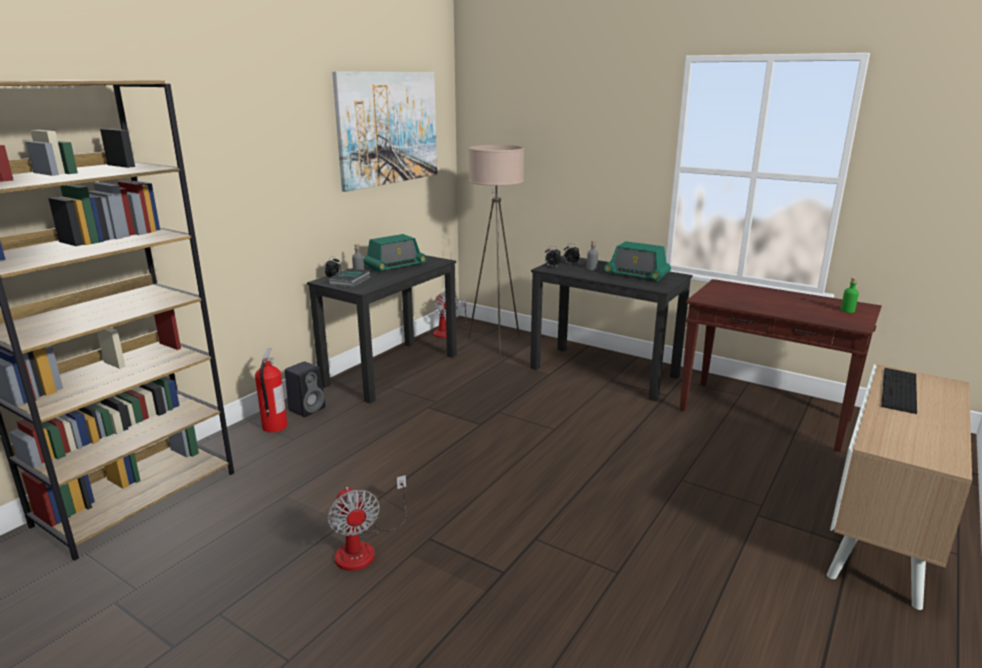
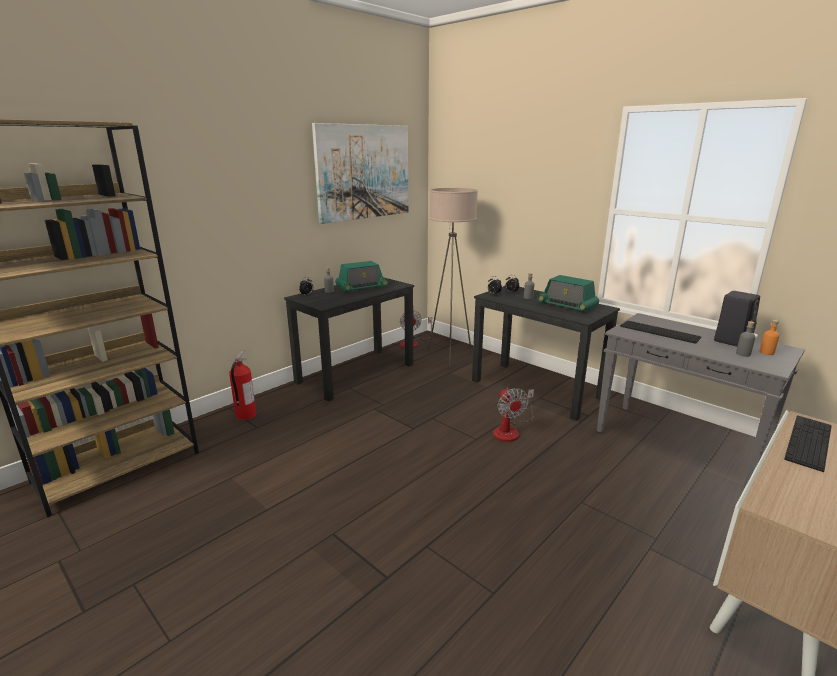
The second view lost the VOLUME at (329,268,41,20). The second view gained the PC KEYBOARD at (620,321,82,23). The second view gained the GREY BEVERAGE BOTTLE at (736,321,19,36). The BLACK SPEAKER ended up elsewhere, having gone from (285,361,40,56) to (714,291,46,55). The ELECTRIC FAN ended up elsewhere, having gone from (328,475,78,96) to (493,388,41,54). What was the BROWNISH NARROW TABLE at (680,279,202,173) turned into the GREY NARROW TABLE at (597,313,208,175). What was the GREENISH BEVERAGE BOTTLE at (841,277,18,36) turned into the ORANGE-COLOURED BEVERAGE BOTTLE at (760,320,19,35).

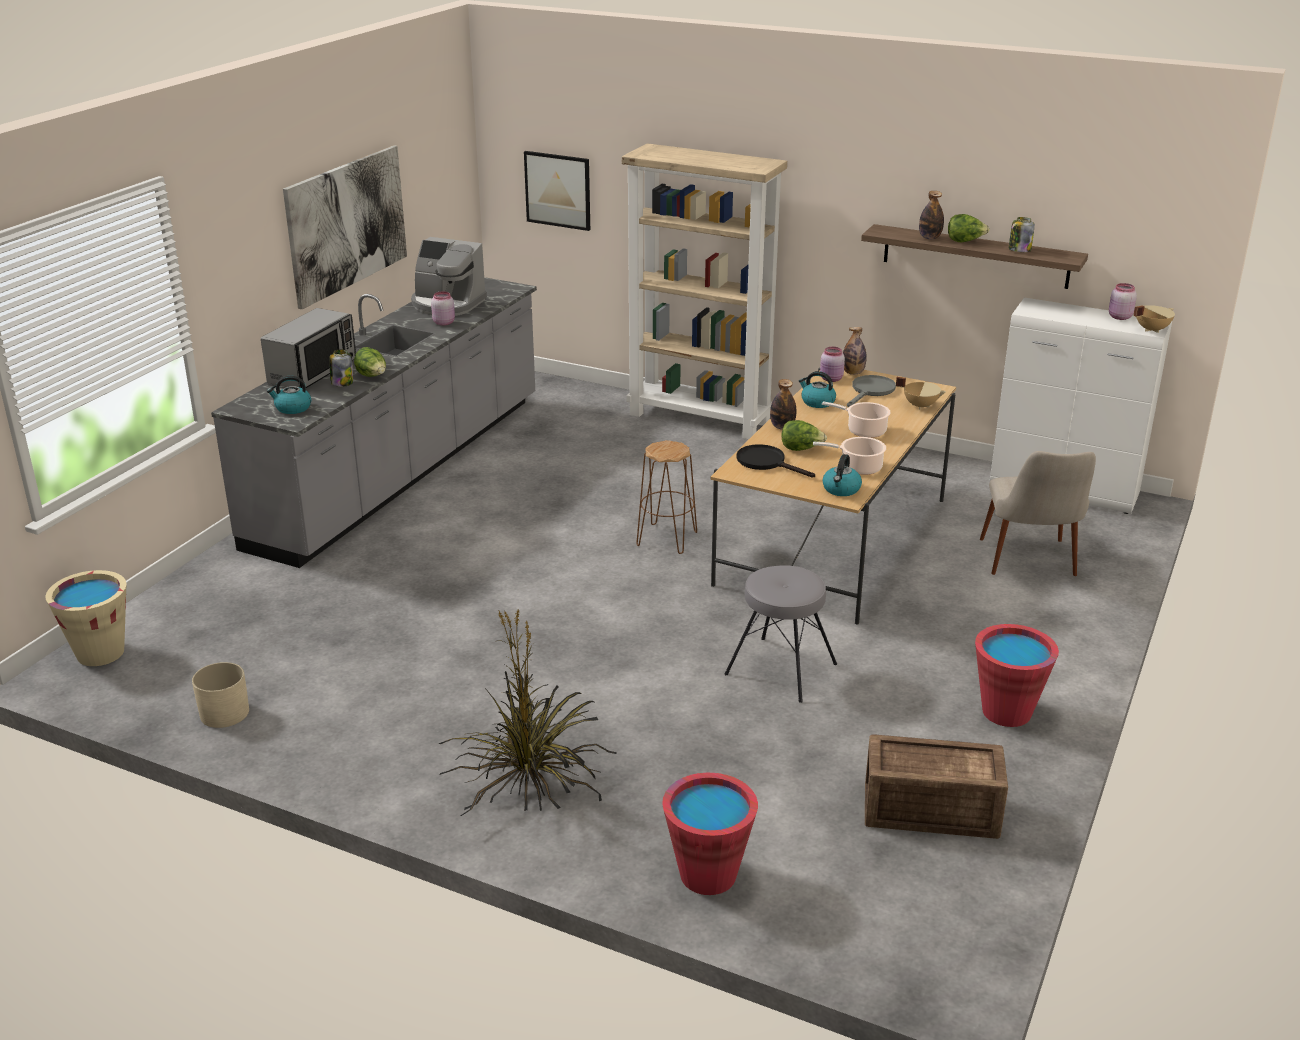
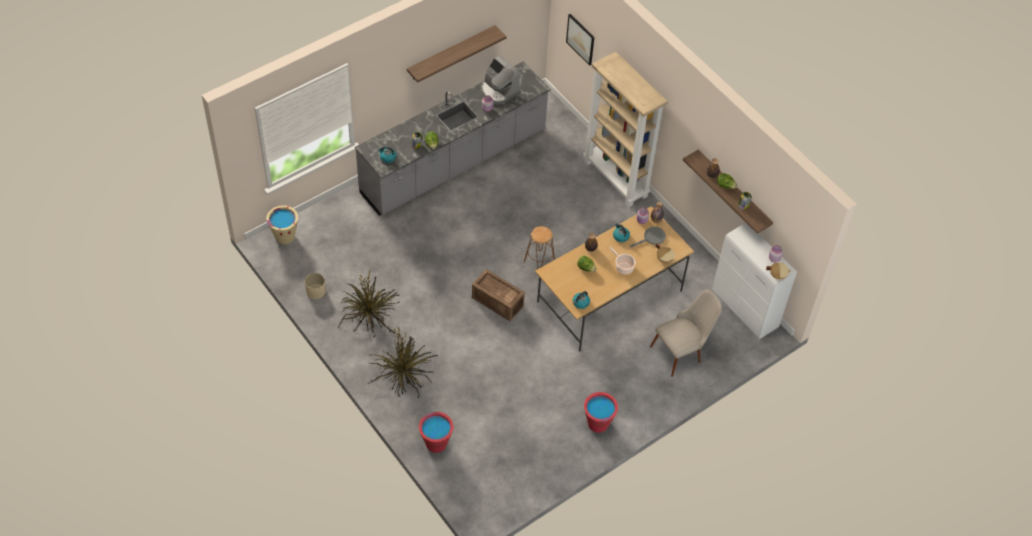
The second view lost the KITCHEN MICROWAVE at (261,308,95,80). The second view lost the GREY SITTING STOOL at (724,565,113,138). The second view lost the BLACK FRYING PAN at (736,444,79,33). The second view lost the SAUCEPOT at (813,437,73,38). The second view gained the POTTED PLANT at (338,271,62,66). The CRATE ended up elsewhere, having gone from (865,734,143,105) to (472,269,53,52). Where the PICTURE hung at (283,145,124,164), the SHELF came to hang at (407,25,100,58). The SAND-COLOURED PLAIN CHAIR at (980,451,116,125) ended up facing another way, 150 degrees counterclockwise from before.

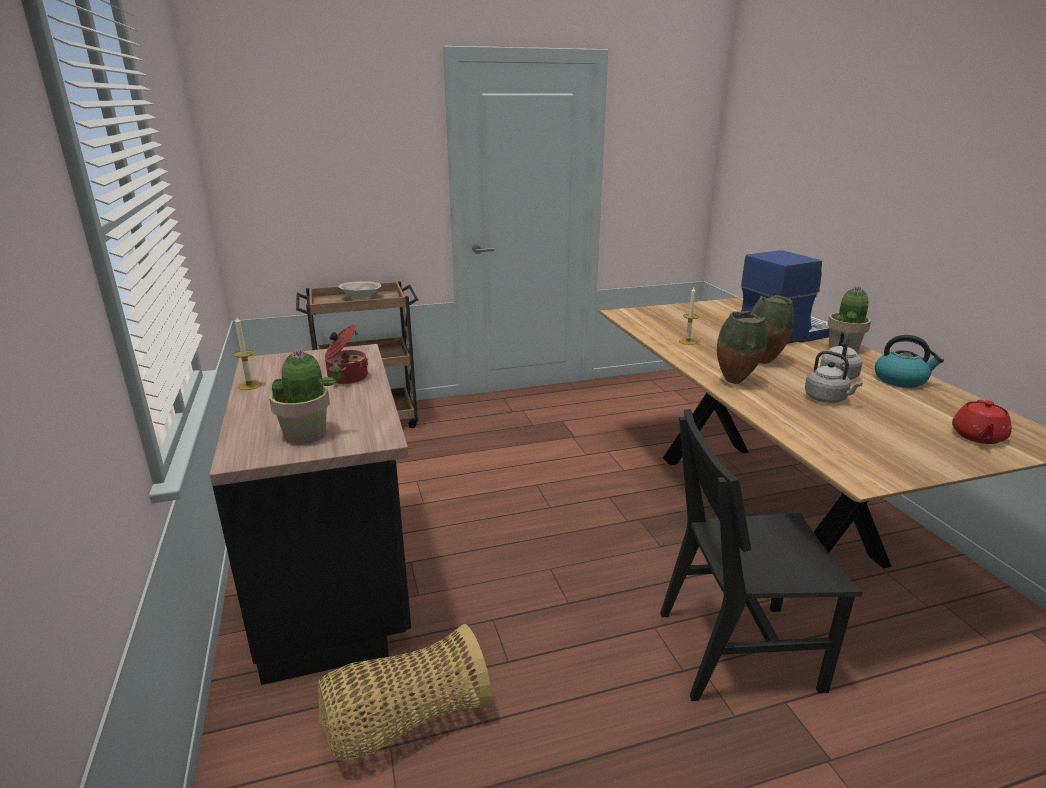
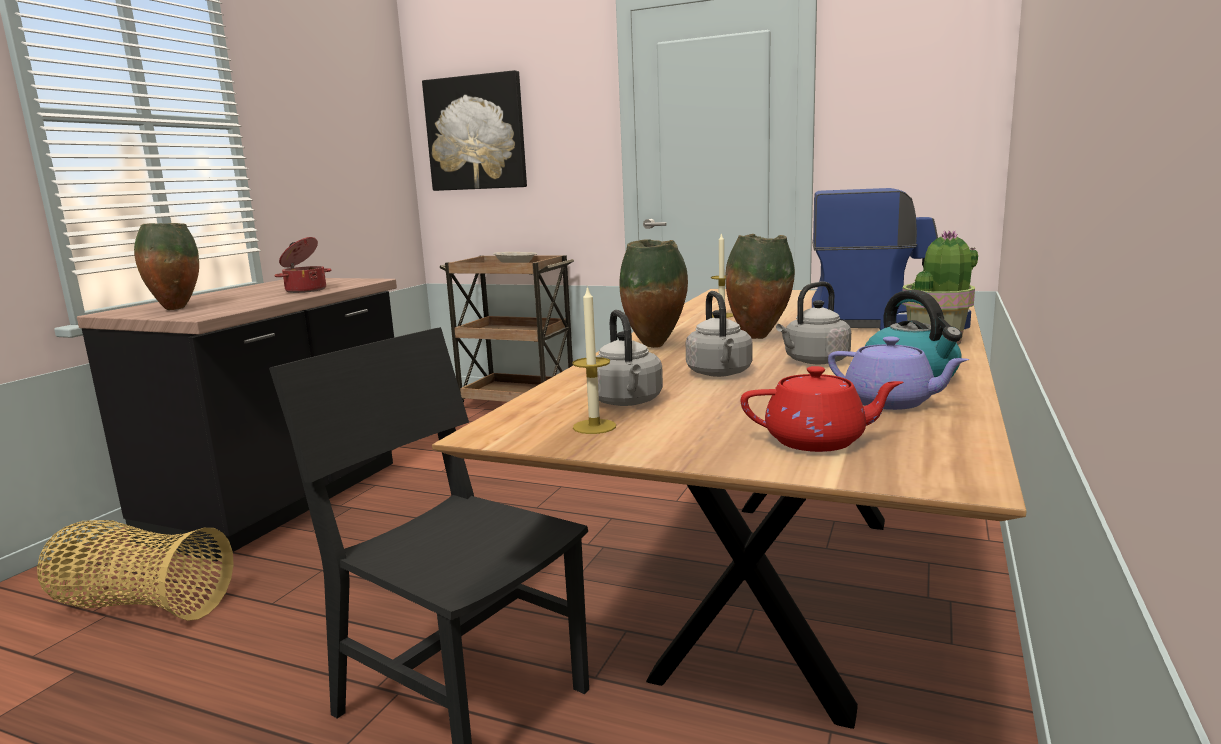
The second view gained the PICTURE at (422,70,105,121). The second view gained the GREY WATER KETTLE at (596,310,67,96). The second view gained the PURPLE-COLOURED POT FOR TEA at (828,336,141,74). The WAX LIGHT ended up elsewhere, having gone from (233,315,29,75) to (572,285,44,149). Where the POTTED PLANT stood at (269,349,72,95), the VASE came to stand at (134,223,65,87). The RED-COLOURED POT FOR TEA at (952,400,60,44) ended up facing another way, 150 degrees counterclockwise from before.

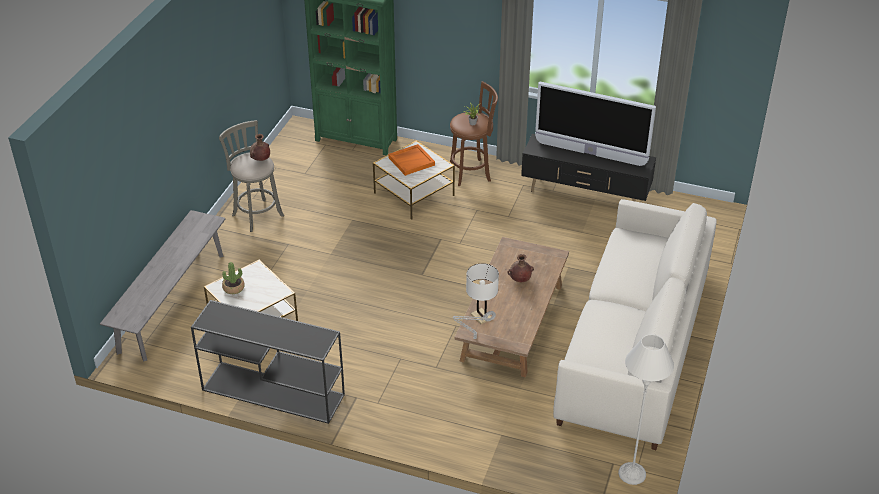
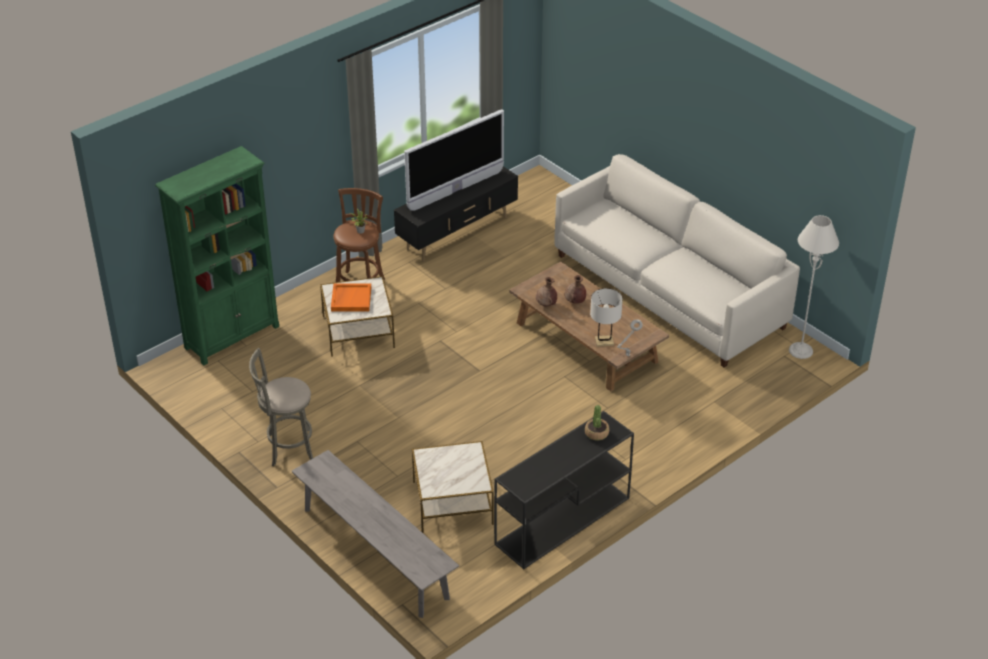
The POTTED PLANT ended up elsewhere, having gone from (222,262,22,32) to (585,405,24,36). The BROWNISH VASE ended up elsewhere, having gone from (250,134,20,27) to (536,277,21,30).

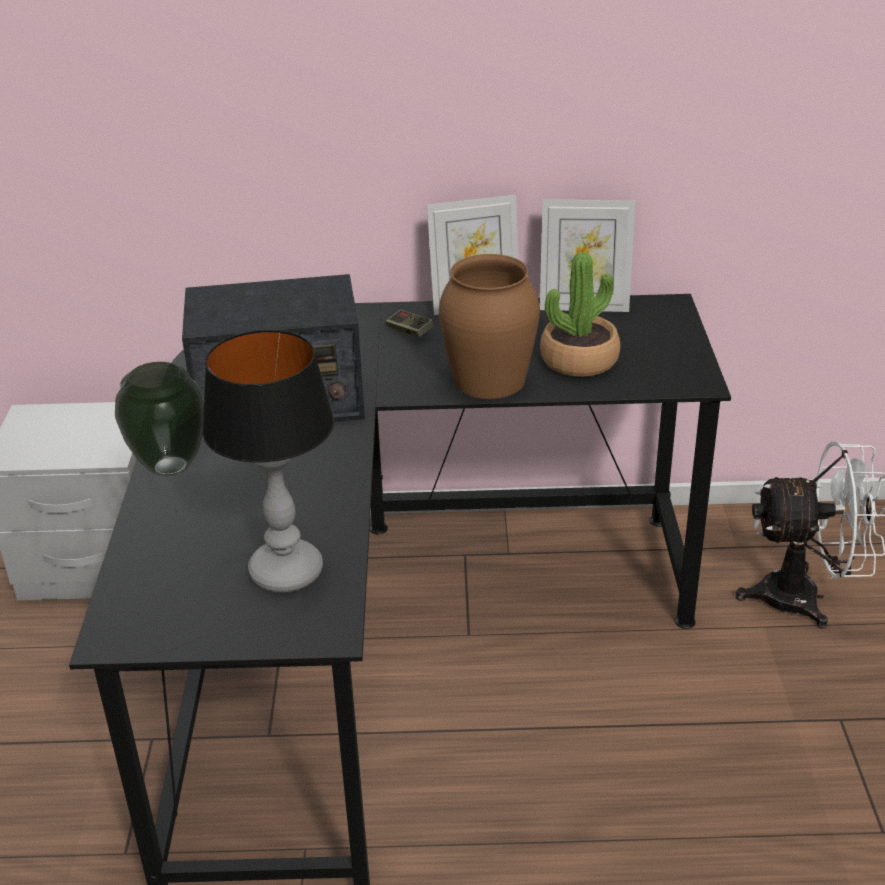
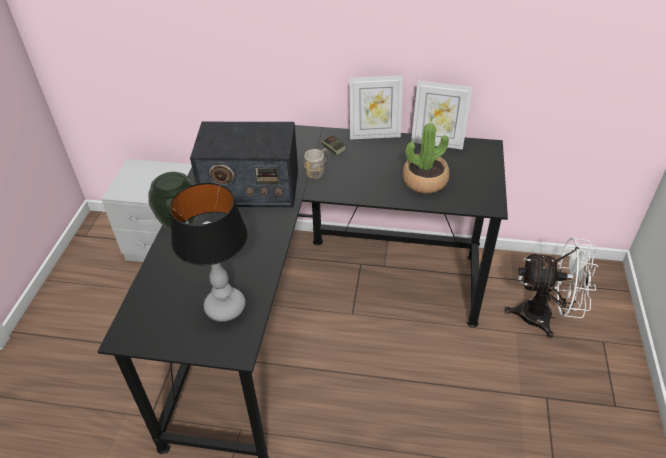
The second view lost the BROWNISH VASE at (439,254,101,145). The second view gained the GREY TEA MUG at (304,148,25,31).

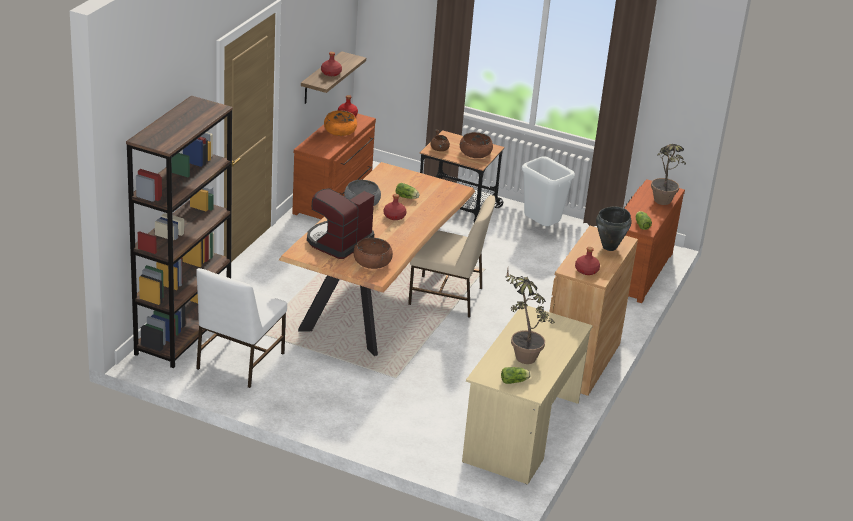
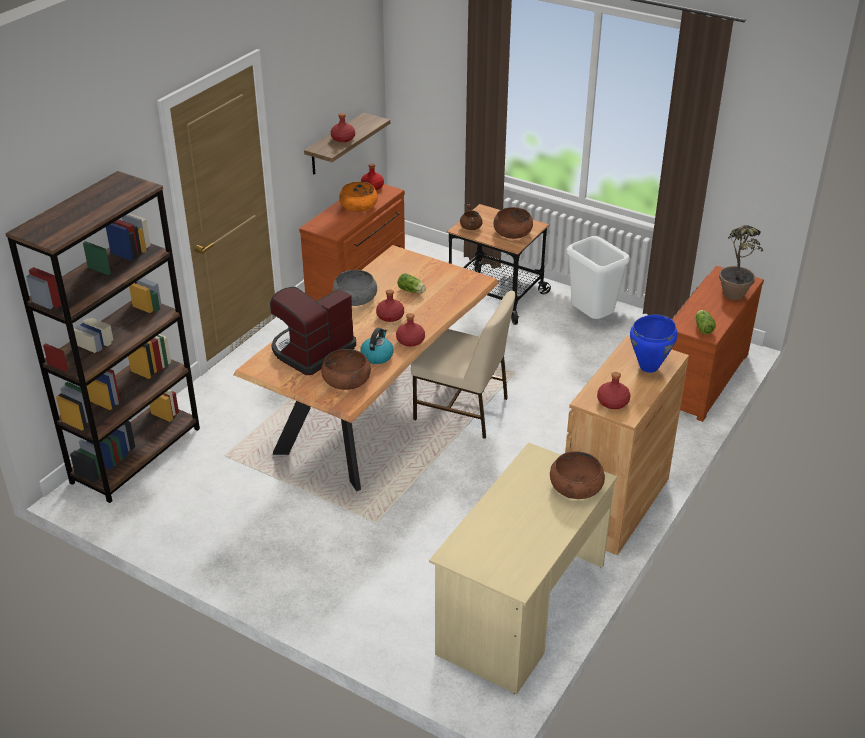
The second view lost the WHITE PLAIN CHAIR at (196,268,91,120). The second view lost the HEAD OF LETTUCE at (501,367,30,17). The second view lost the POTTED PLANT at (505,269,50,95). The second view gained the WATER KETTLE at (360,328,34,36). The second view gained the RED-COLOURED BEVERAGE BOTTLE at (396,313,29,33). The second view gained the BROWNISH SERVING BOWL at (550,451,55,48). What was the BLACK SAUCEPOT at (596,207,36,44) turned into the BLUE SAUCEPOT at (630,315,47,58).

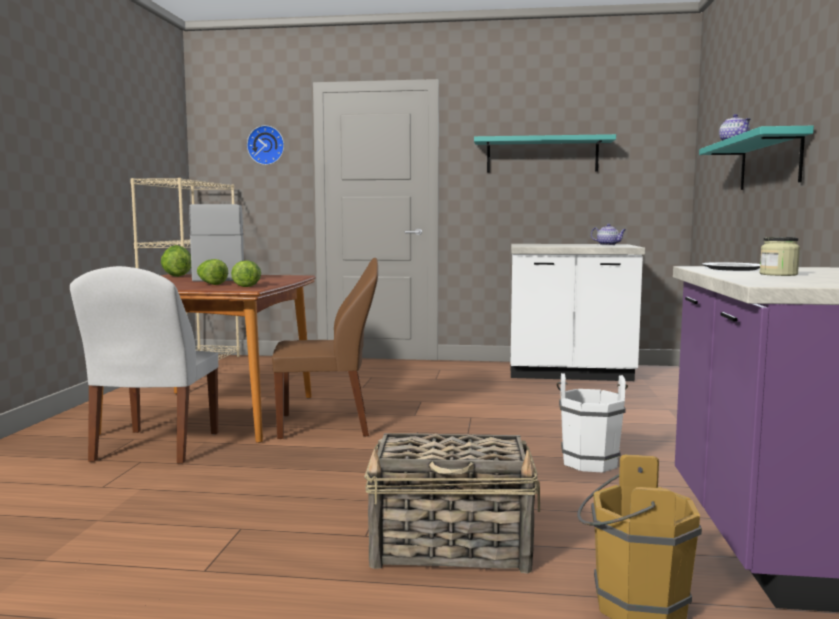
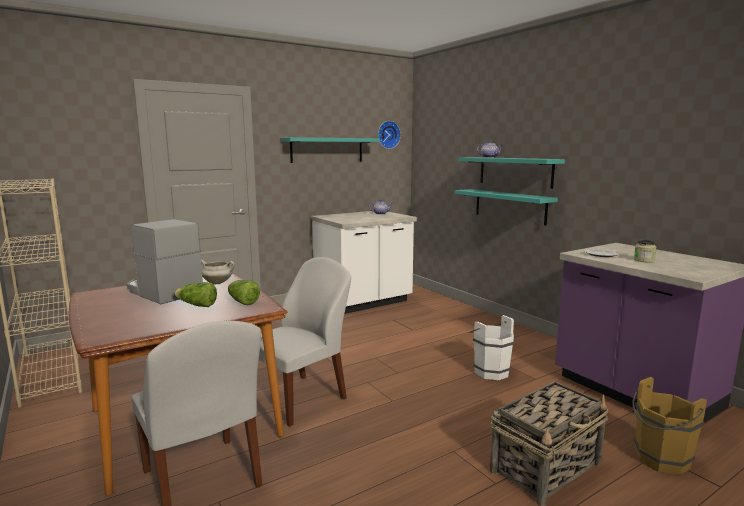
The second view lost the HEAD OF LETTUCE at (161,245,30,32). The second view gained the WHITE SAUCEPOT at (201,259,34,26). The second view gained the TURQUOISE-COLOURED SHELF at (455,189,103,36). The CLOCK ON THE WALL ended up elsewhere, having gone from (247,125,37,40) to (378,121,23,28). What was the BROWNISH PLAIN CHAIR at (272,258,106,181) turned into the WHITE PLAIN CHAIR at (259,257,92,170).

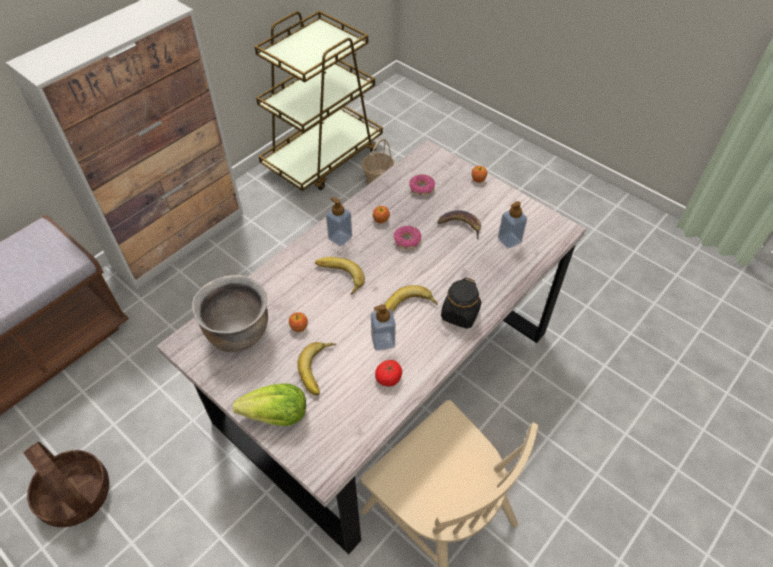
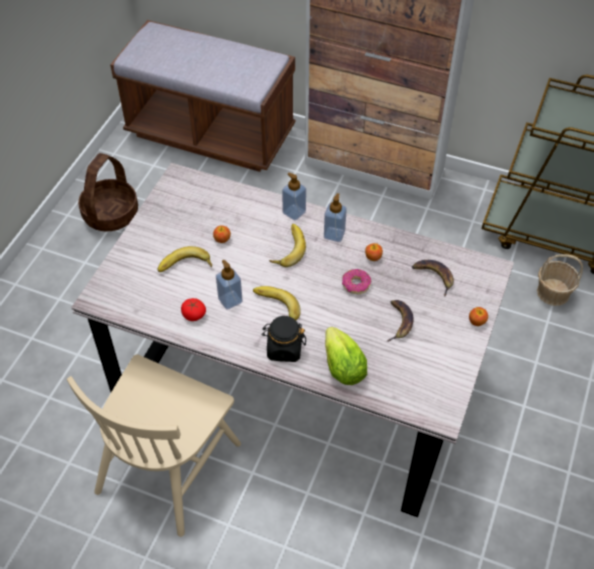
The second view lost the BROWNISH SAUCEPOT at (192,275,76,77). The HEAD OF LETTUCE ended up elsewhere, having gone from (233,383,73,43) to (325,327,42,58). The SOAP BOTTLE ended up elsewhere, having gone from (498,201,29,48) to (282,172,24,49). Where the RING DOUGHNUT stood at (409,174,26,22), the WHOLE BANANA came to stand at (412,260,42,37).

